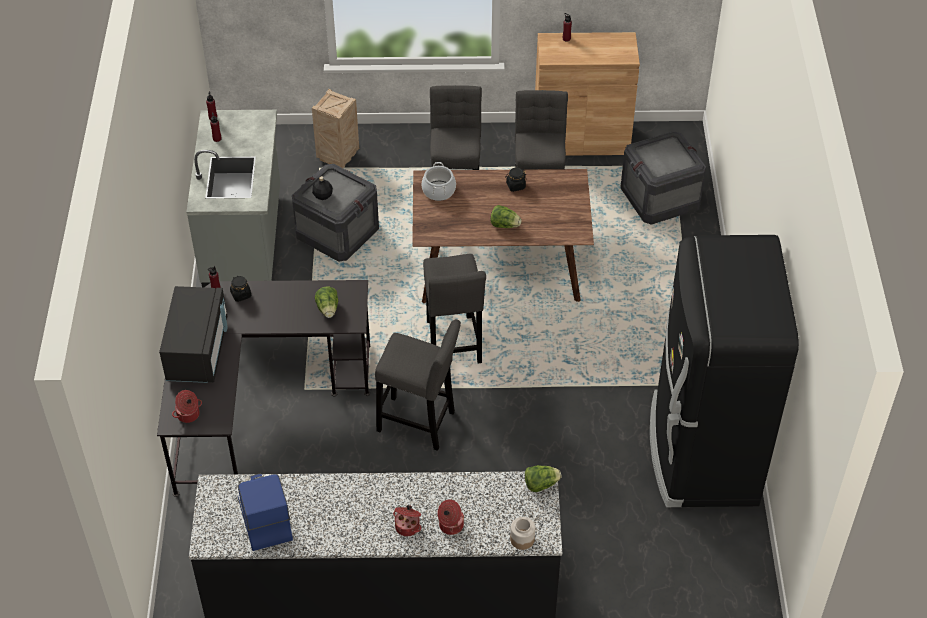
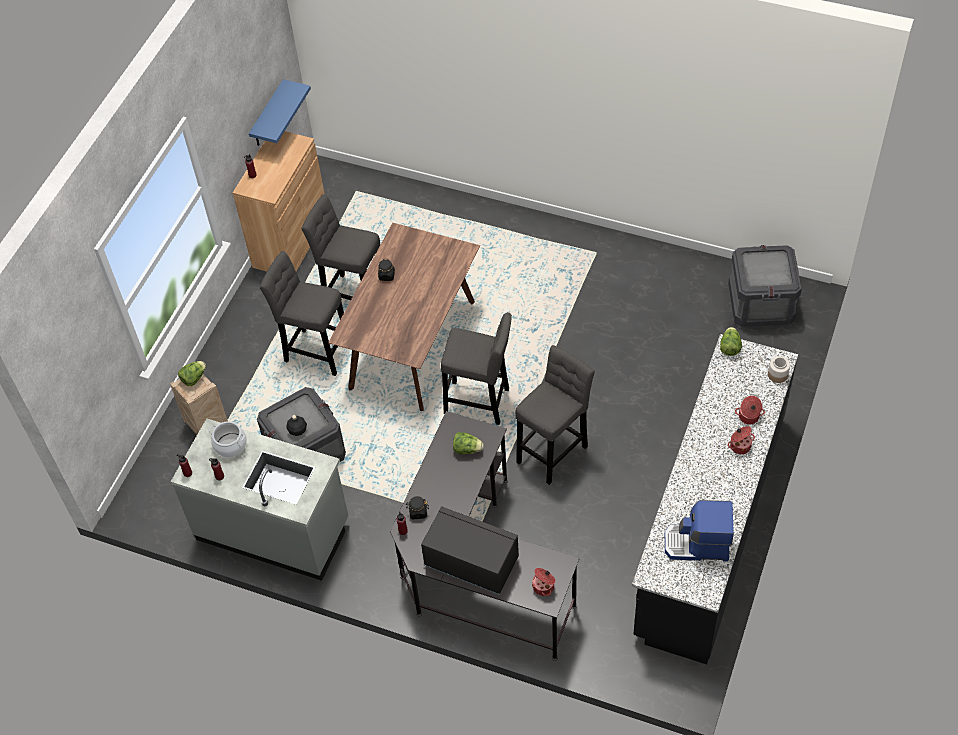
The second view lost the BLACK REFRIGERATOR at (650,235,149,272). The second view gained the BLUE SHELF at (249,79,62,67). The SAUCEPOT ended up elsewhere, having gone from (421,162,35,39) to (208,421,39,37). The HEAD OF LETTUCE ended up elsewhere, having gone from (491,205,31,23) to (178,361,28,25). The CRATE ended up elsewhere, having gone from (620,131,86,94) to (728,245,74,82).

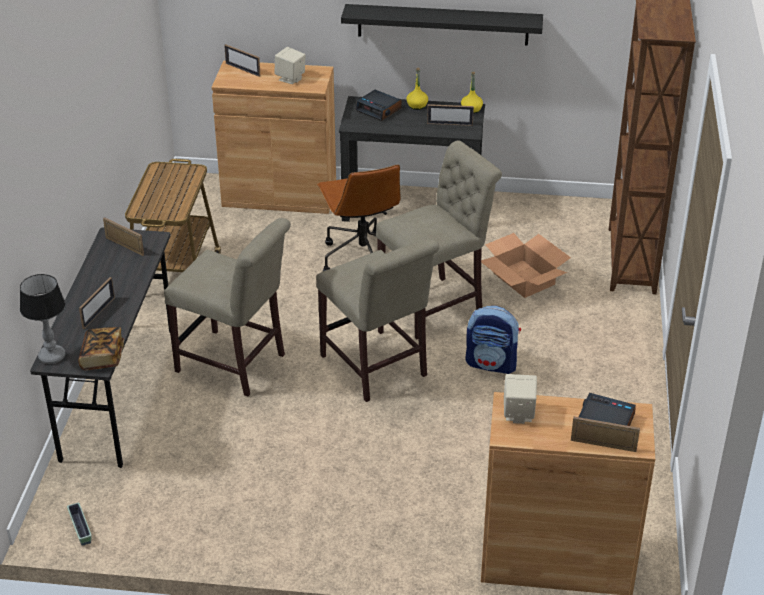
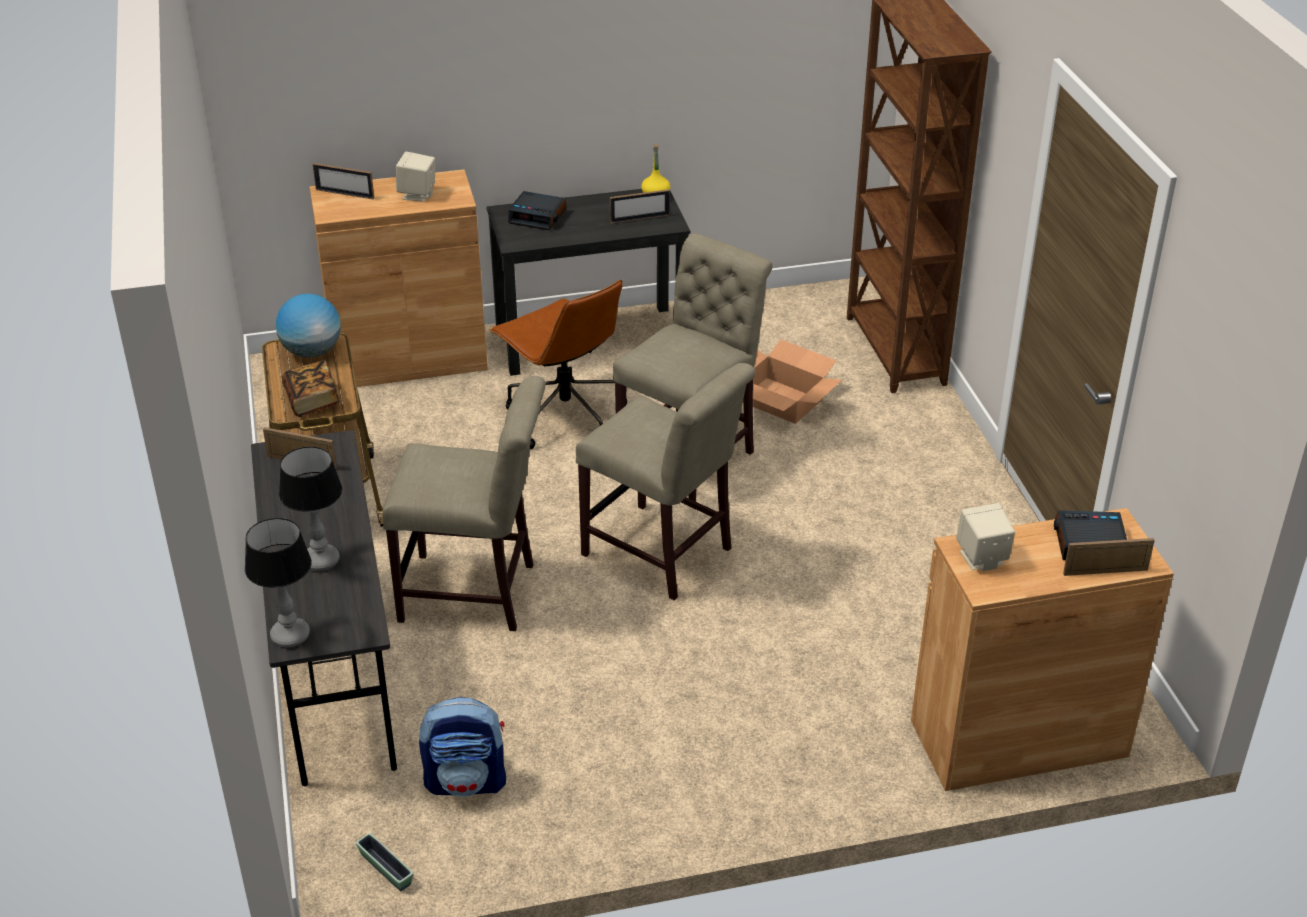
The second view lost the BLACK SHELF at (341,4,202,42). The second view lost the YELLOW BEVERAGE BOTTLE at (406,68,22,42). The second view gained the GLOBE at (276,294,65,64). The VOLUME ended up elsewhere, having gone from (78,327,46,44) to (282,360,58,57). The KNAPSACK ended up elsewhere, having gone from (465,306,56,68) to (419,697,87,100). Where the PHOTO FRAME stood at (79,277,36,52), the LAMP FOR A TABLE came to stand at (279,446,63,125).

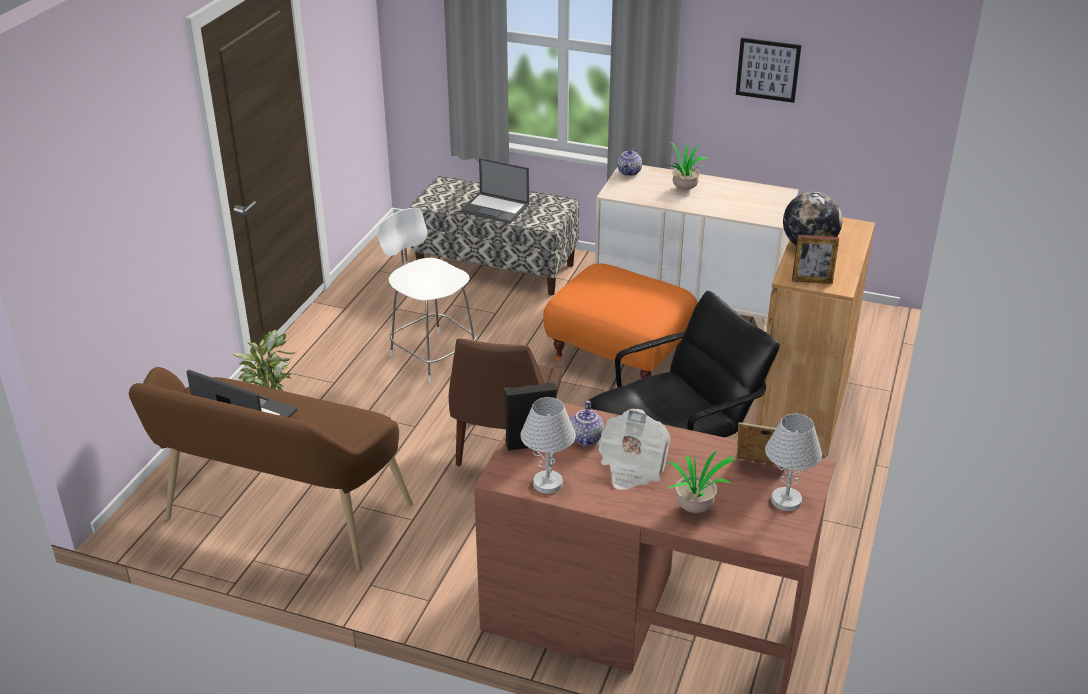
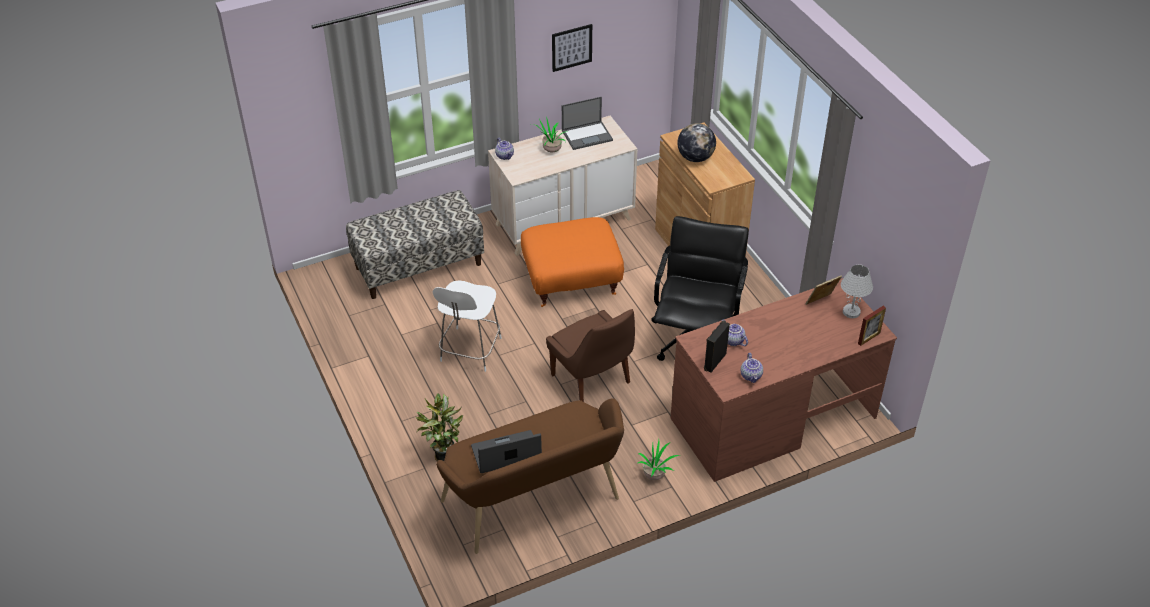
The second view lost the PRINTED PAPER at (597,409,74,81). The LAPTOP ended up elsewhere, having gone from (461,158,68,66) to (562,97,51,53). The POTTED PLANT ended up elsewhere, having gone from (667,451,68,62) to (638,440,43,40). The PHOTO FRAME ended up elsewhere, having gone from (792,235,47,49) to (858,306,28,40). Where the WHITE LAMP FOR A TABLE stood at (520,397,56,97), the POT FOR TEA came to stand at (741,353,22,30). The WHITE PLAIN CHAIR at (377,208,99,175) ended up facing another way, 75 degrees counterclockwise from before.

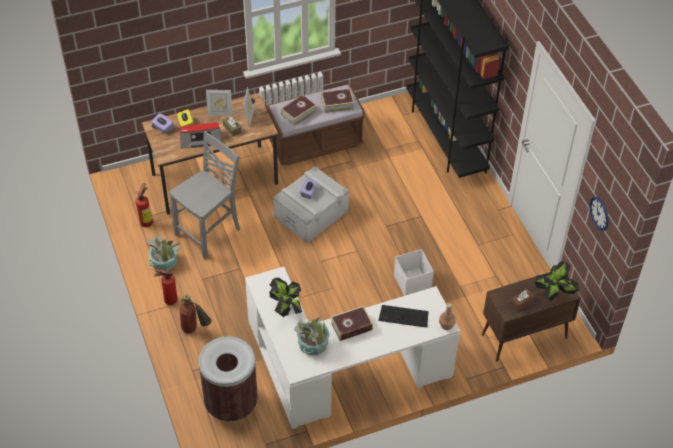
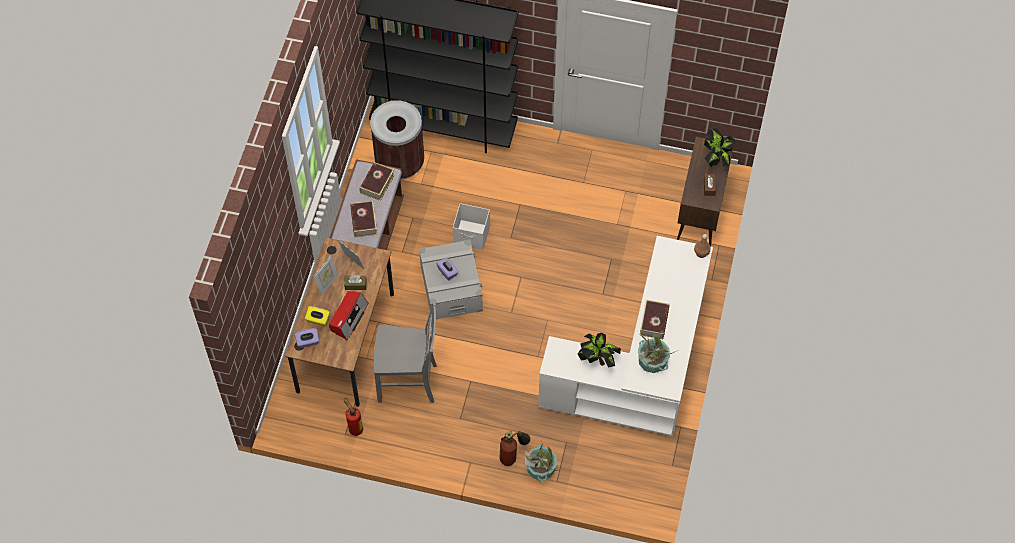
The second view lost the FIRE EXTINGUISHER at (154,269,23,36). The second view lost the PC KEYBOARD at (378,305,51,22). The second view lost the CLOCK ON THE WALL at (589,197,20,34). The POTTED PLANT ended up elsewhere, having gone from (147,235,34,36) to (525,444,33,37). The BROWNISH WASTE BIN ended up elsewhere, having gone from (199,336,59,86) to (370,100,54,80). The WHITE STORAGE BOX ended up elsewhere, having gone from (394,249,40,47) to (453,203,37,47). The GREY PLAIN CHAIR at (169,131,71,128) ended up facing another way, 105 degrees clockwise from before.

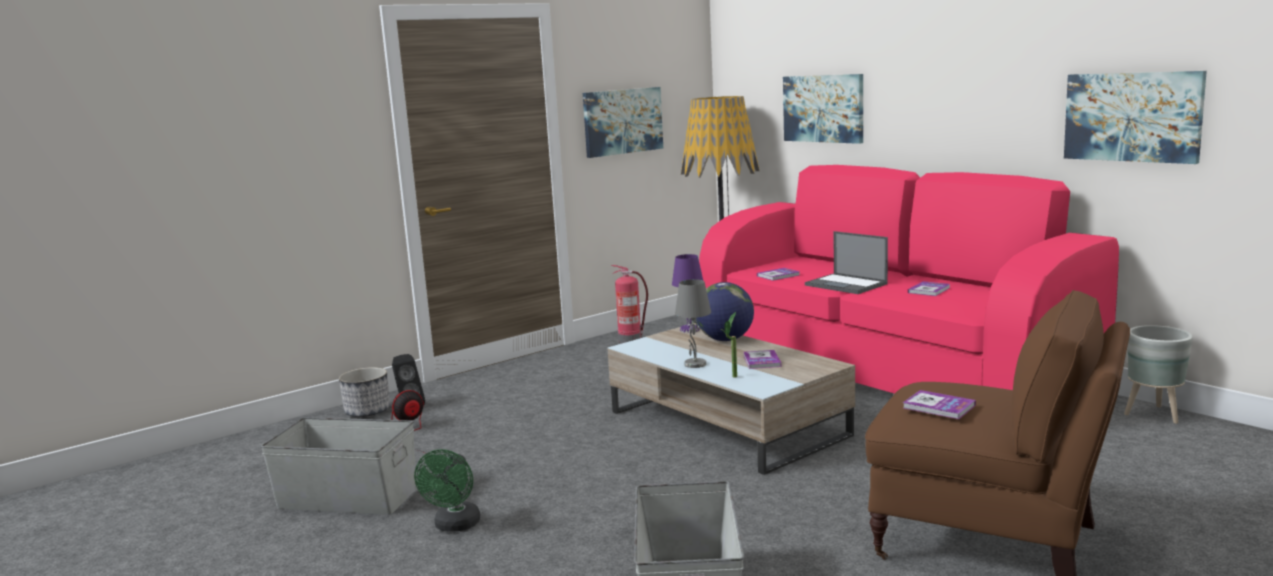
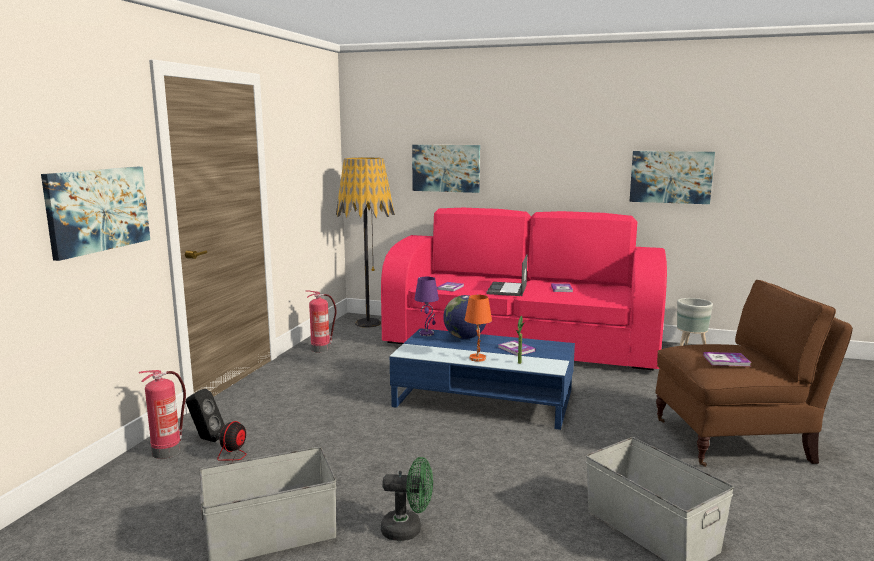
The PICTURE ended up elsewhere, having gone from (583,87,80,71) to (41,167,109,94). Where the FLOWER POT stood at (339,367,51,50), the FIRE EXTINGUISHER came to stand at (139,370,47,89). What was the SAND-COLOURED LOW TABLE at (608,323,247,152) turned into the BLUE LOW TABLE at (390,328,185,102). What was the GREY LAMP FOR A TABLE at (675,279,36,89) turned into the ORANGE-COLOURED LAMP FOR A TABLE at (465,295,27,67). The GREENISH ELECTRIC FAN at (414,449,66,83) ended up facing another way, 60 degrees counterclockwise from before. The LAPTOP at (805,231,83,63) ended up facing another way, 90 degrees clockwise from before.

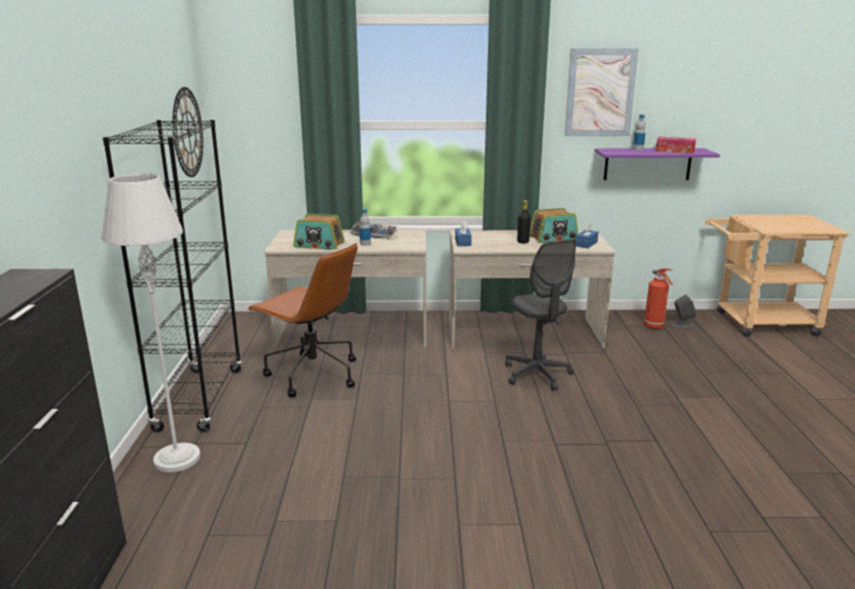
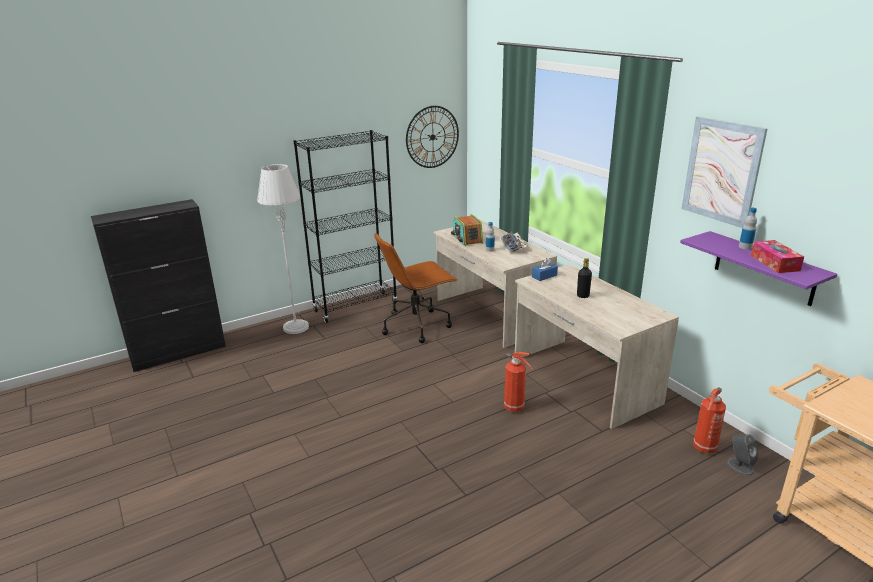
The second view lost the RADIO at (530,208,48,35). The second view lost the BLUE TISSUE BOX at (575,223,23,25). Where the GREY OFFICE CHAIR stood at (505,239,71,152), the FIRE EXTINGUISHER came to stand at (504,352,29,60). The BROWNISH OFFICE CHAIR at (247,243,111,154) ended up facing another way, 60 degrees clockwise from before.

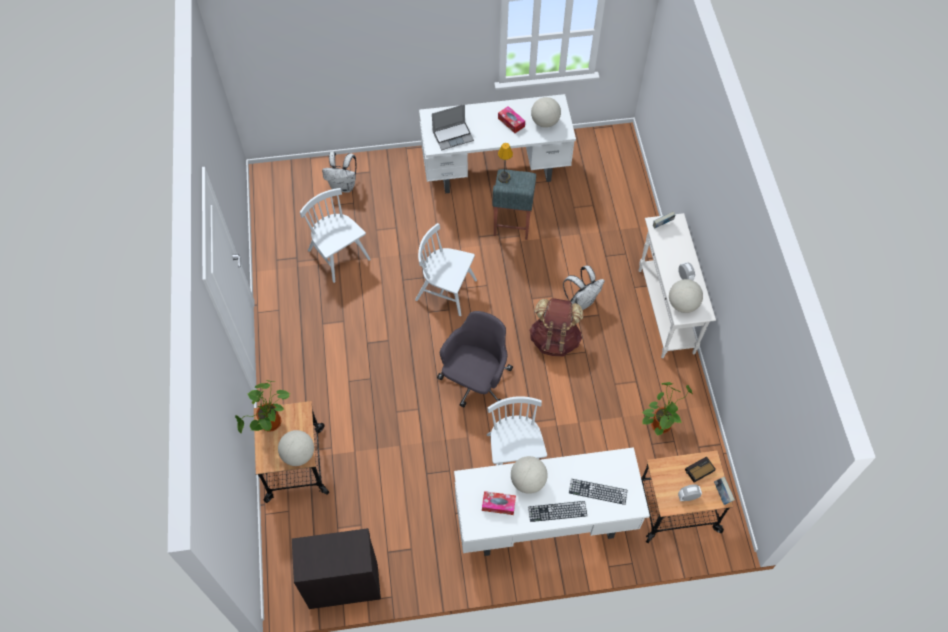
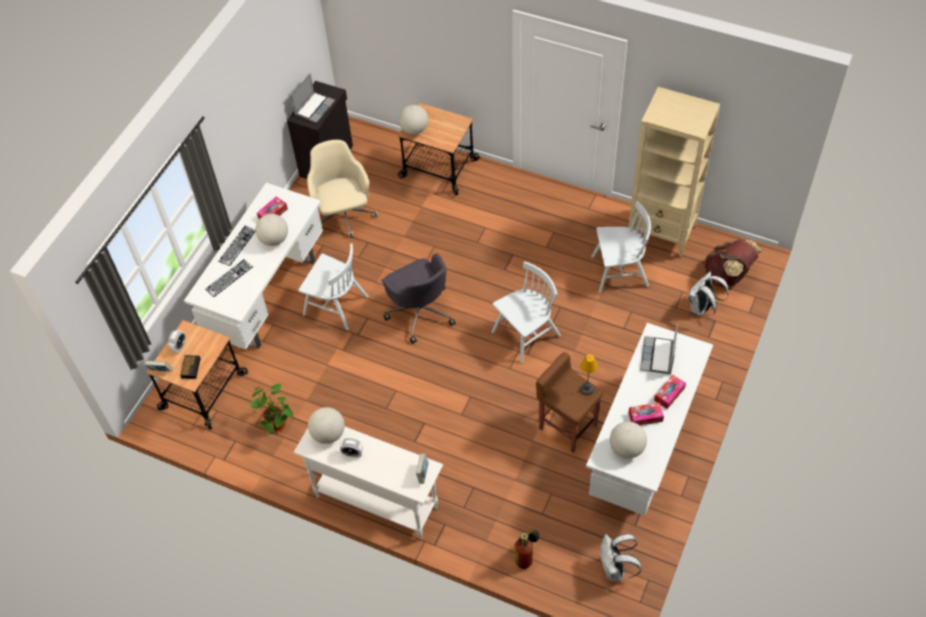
The second view lost the POTTED PLANT at (235,380,55,53). The second view gained the LAPTOP at (291,73,44,50). The second view gained the SAND-COLOURED OFFICE CHAIR at (307,140,71,97). The second view gained the FIRE EXTINGUISHER at (514,529,26,40). The second view gained the SAND-COLOURED BOOKSHELF at (628,87,92,170). The second view gained the TISSUE BOX at (654,374,32,35). The BROWNISH KNAPSACK ended up elsewhere, having gone from (529,298,54,59) to (705,240,57,47). The WHITE KNAPSACK ended up elsewhere, having gone from (563,265,42,45) to (600,534,42,47). What was the GREY SITTING STOOL at (492,169,44,71) turned into the BROWNISH SITTING STOOL at (536,352,67,101).

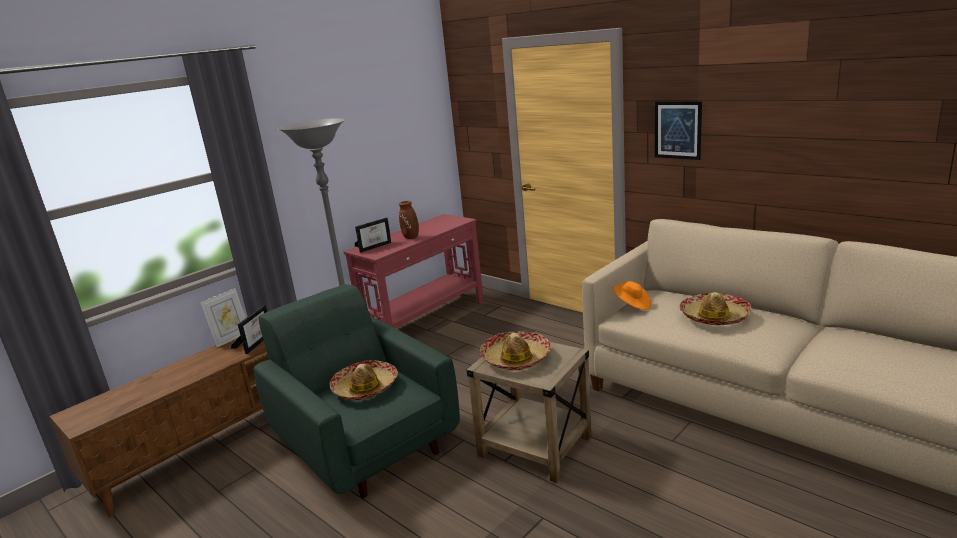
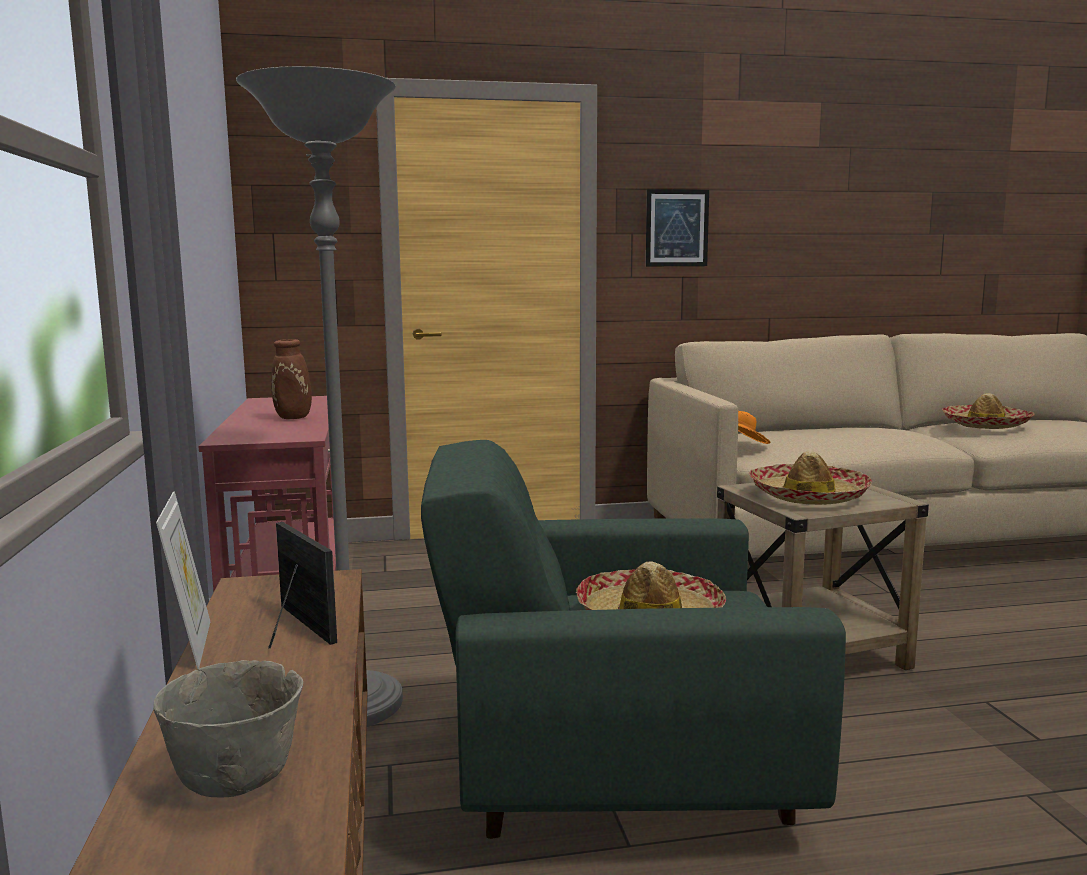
The second view lost the PHOTO FRAME at (355,217,36,36). The second view gained the GREY SERVING BOWL at (153,660,150,138). The CLOTHING HAT ended up elsewhere, having gone from (679,292,73,33) to (942,393,93,36).

